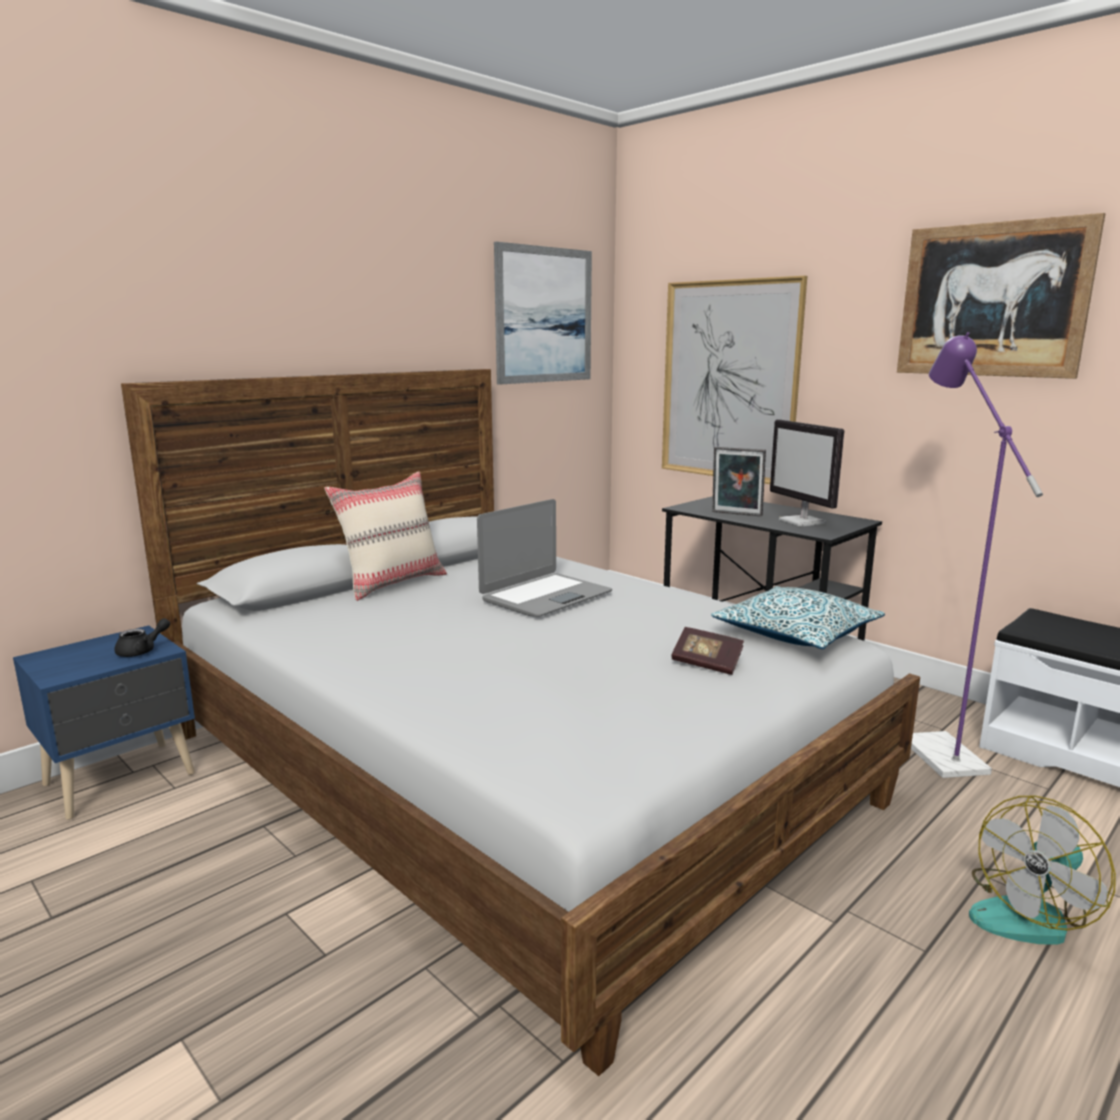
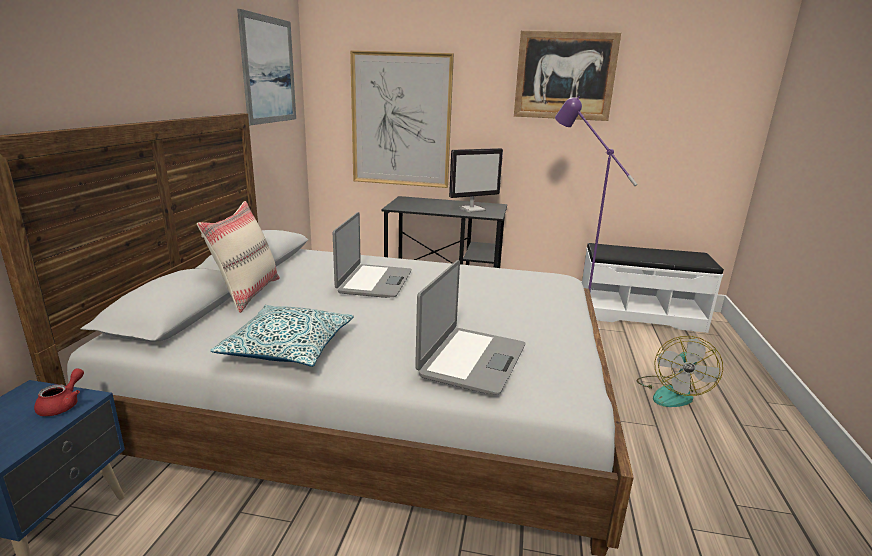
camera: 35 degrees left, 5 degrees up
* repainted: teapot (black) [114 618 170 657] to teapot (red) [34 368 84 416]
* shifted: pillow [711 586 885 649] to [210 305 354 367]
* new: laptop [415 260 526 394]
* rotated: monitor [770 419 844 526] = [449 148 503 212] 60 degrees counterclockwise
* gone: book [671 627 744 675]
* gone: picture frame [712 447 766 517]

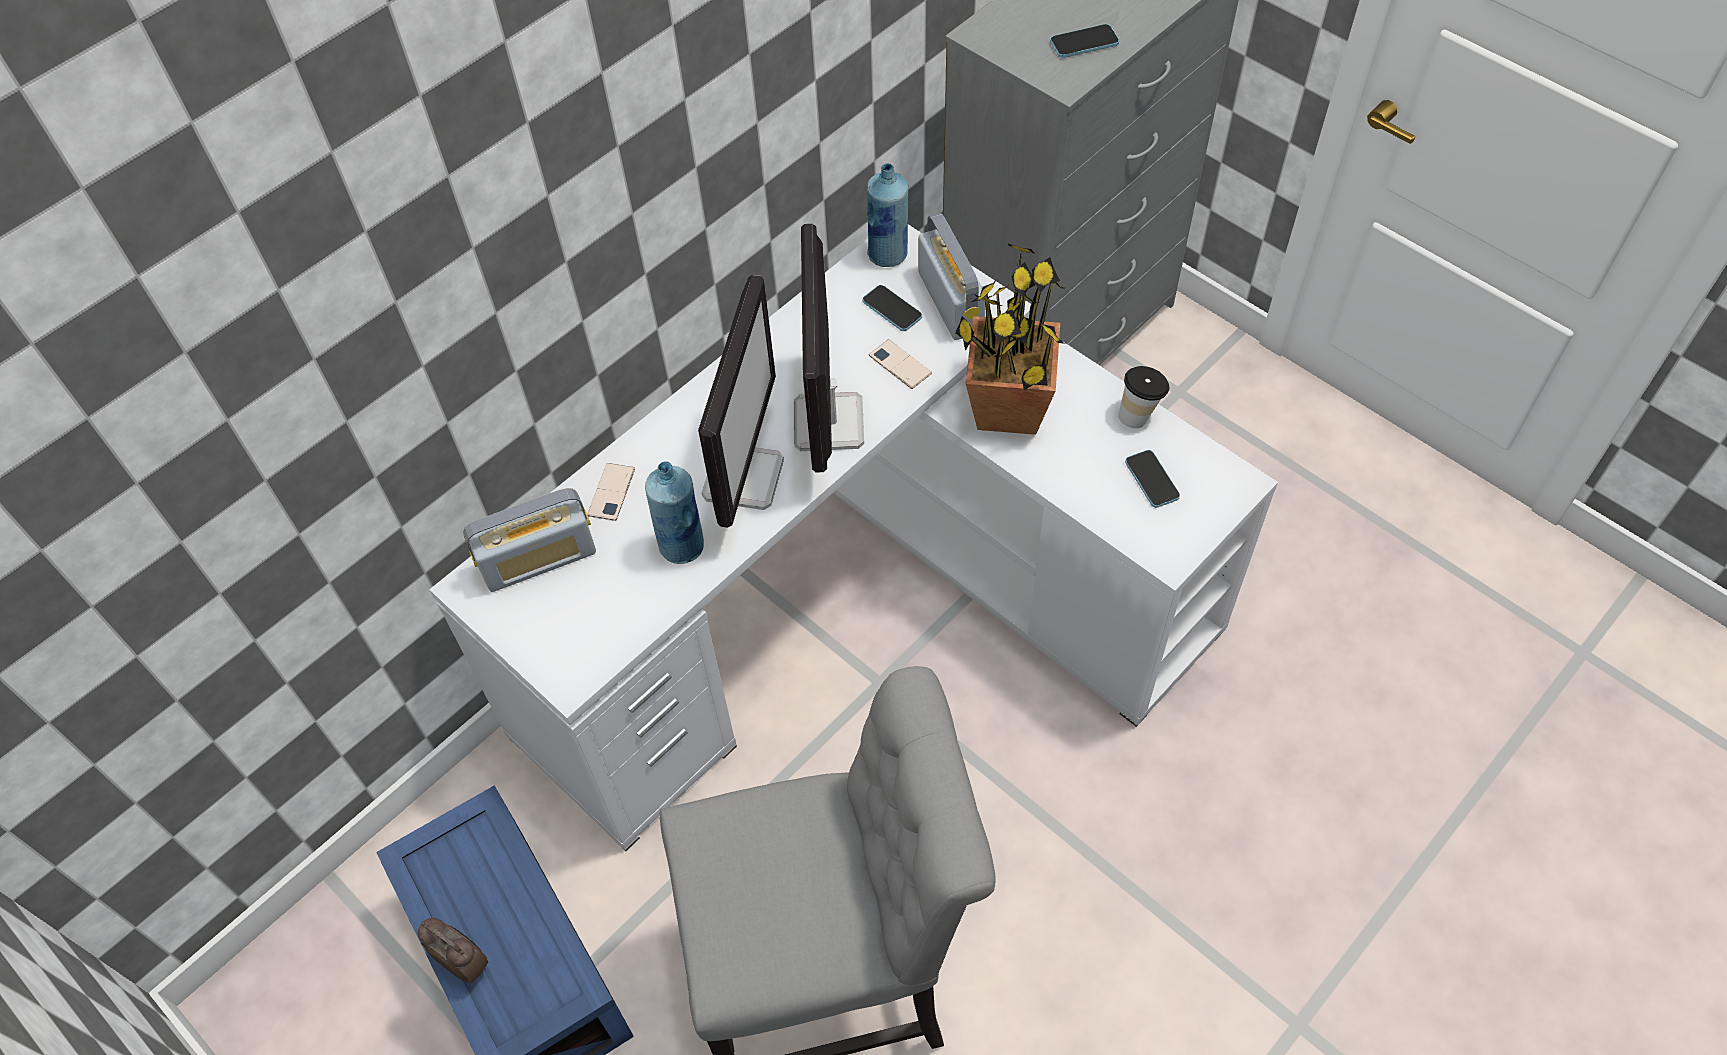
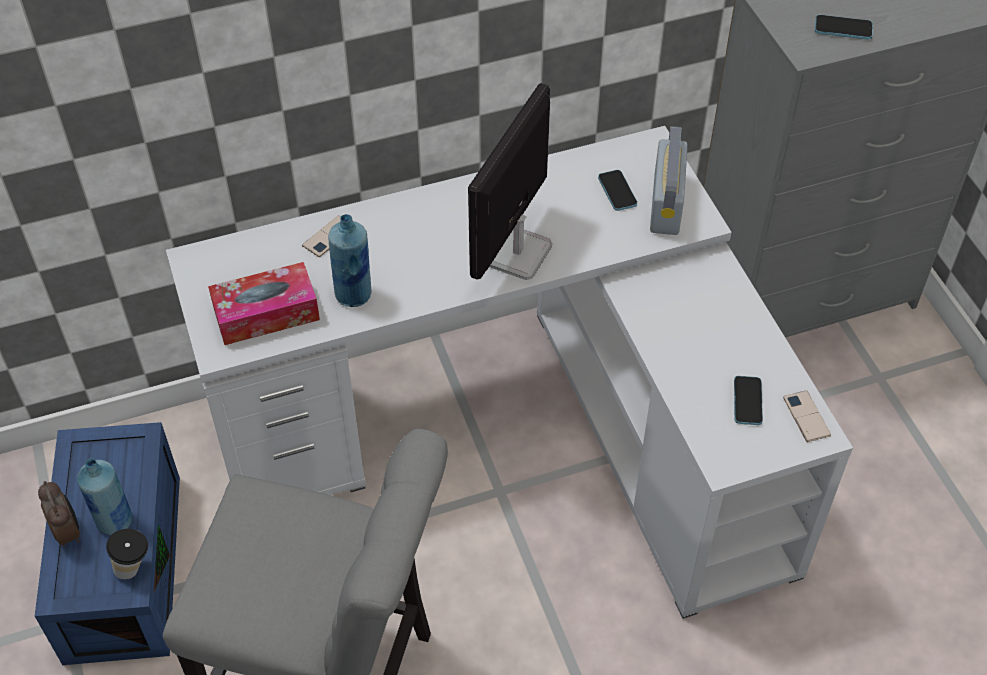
camera: 25 degrees right, 5 degrees down
* shifted: bottle (blue) [867 163 909 267] to [77 459 132 535]
* shifted: cup [1118 366 1169 428] to [106 529 148 579]
* new: tissue box [208 262 320 345]
* shifted: phone [869 339 932 389] to [783 390 831 442]
* gone: radio [463 488 596 592]
* gone: monitor [698 275 784 528]
* gone: potted plant [955 244 1066 435]

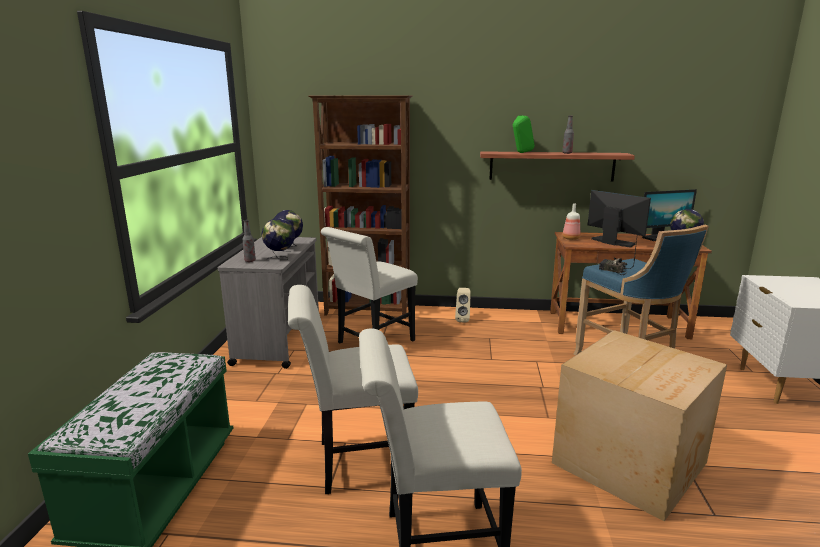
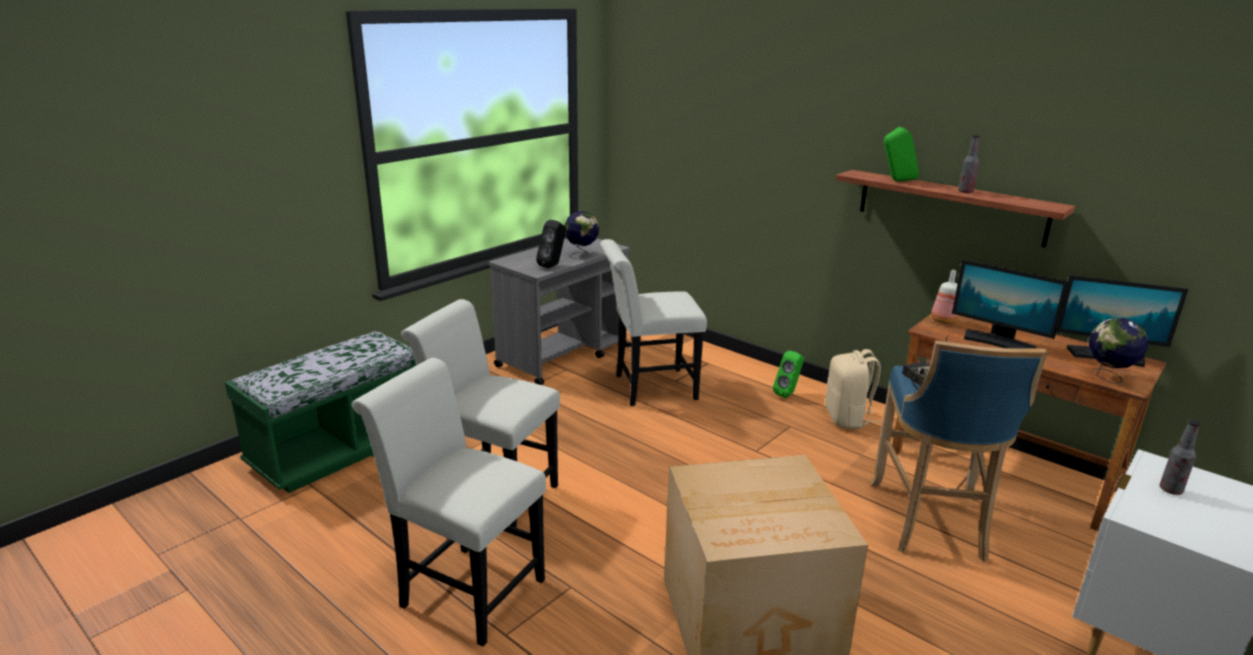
camera: 35 degrees right, 5 degrees up
* swapped: globe [262 219 295 260] to speaker (black) [536 220 566 268]
* repainted: speaker (beige) [455 288 471 323] to speaker (green) [773 351 804 398]
* new: backpack (beige) [825 349 881 429]
* rotated: monitor [588 190 651 248] = [952 260 1069 349] 135 degrees clockwise
* shifted: bottle [242 220 256 262] to [1160 420 1201 495]
* gone: bookcase (brown) [309 96 413 319]

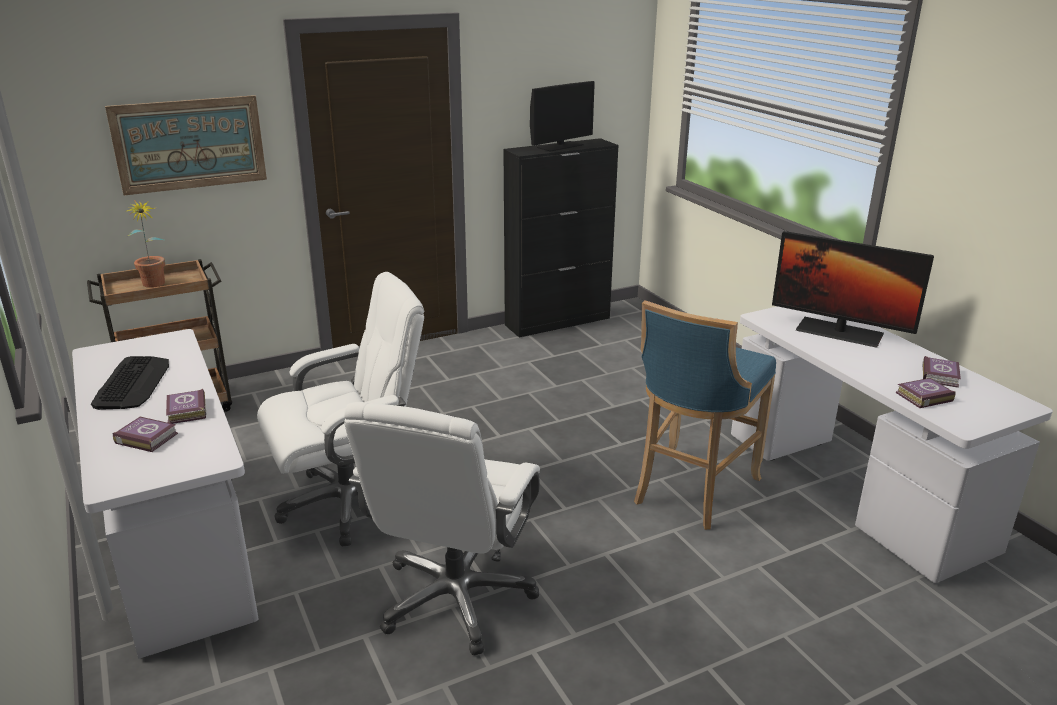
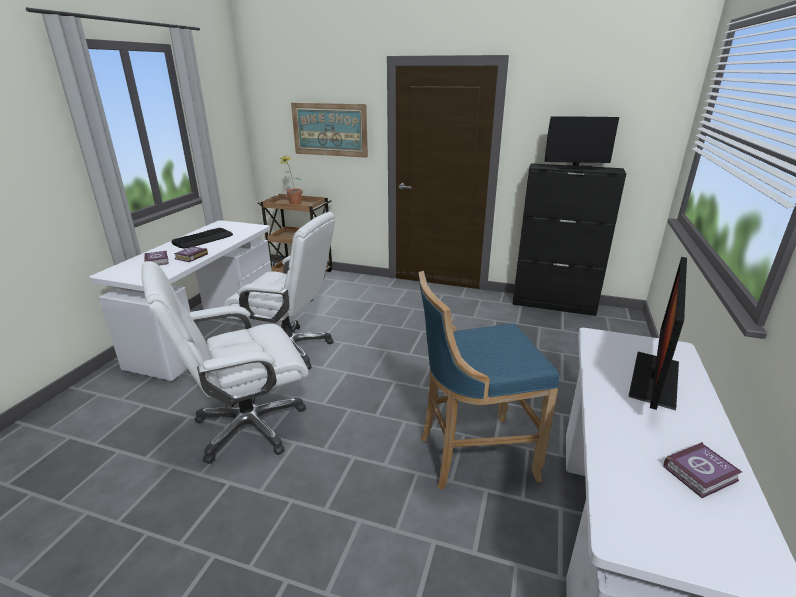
camera: 45 degrees right, 0 degrees up
* rotated: monitor [772 231 934 348] = [628 257 687 410] 45 degrees clockwise
* gone: book [896 378 956 408]

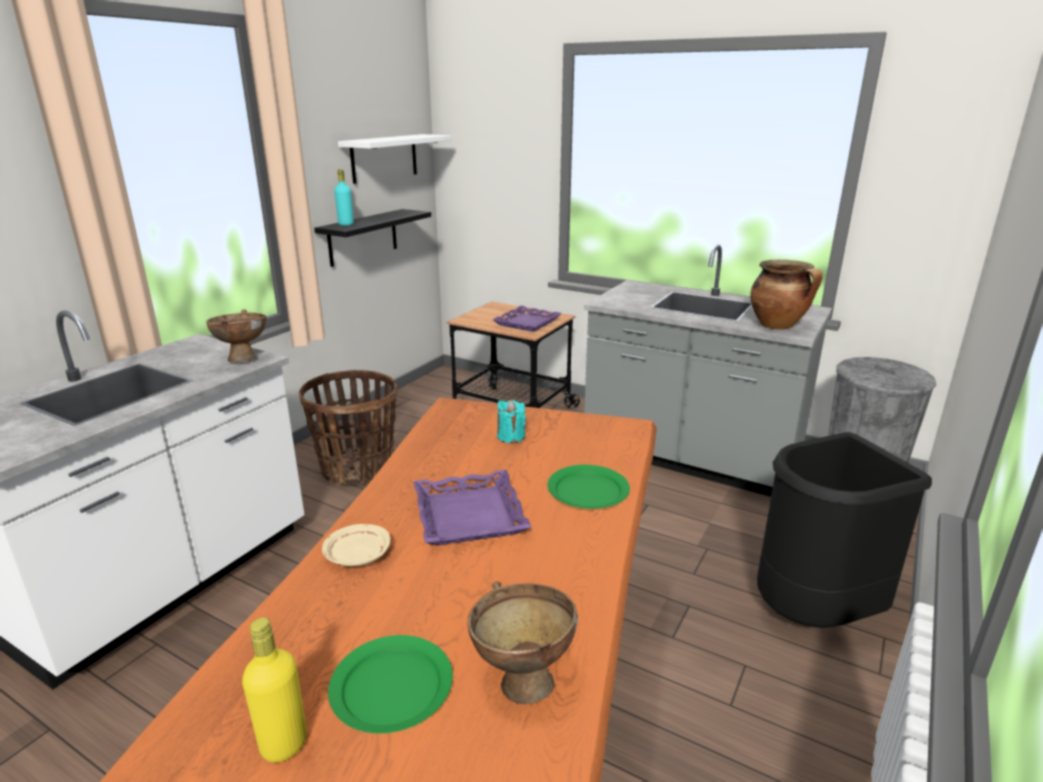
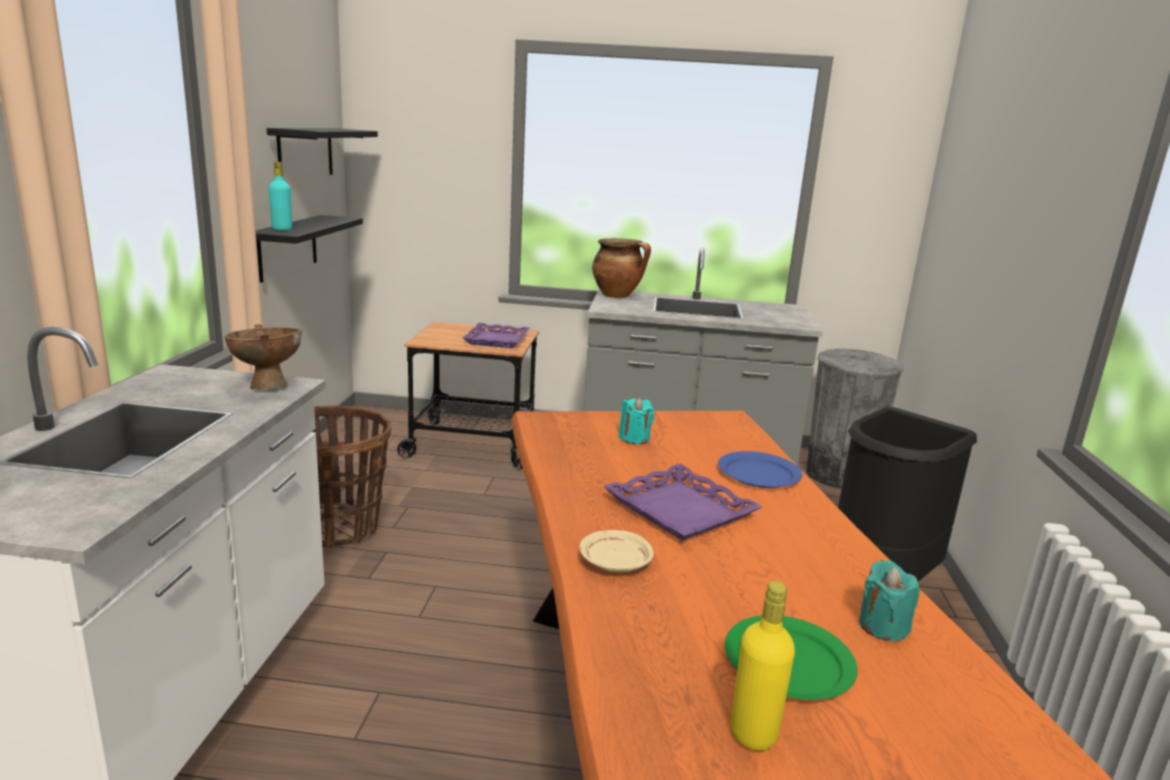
camera: 25 degrees left, 5 degrees down
* repainted: shelf (white) [338 134 452 184] to shelf (black) [267 128 378 175]
* shifted: cooking pot [750 260 822 330] to [592 238 651 298]
* repainted: plate (green) [547 465 630 509] to plate (blue) [718 451 803 488]
* swapped: bowl (brown) [468 581 578 705] to candle (turquoise) [859 560 920 641]

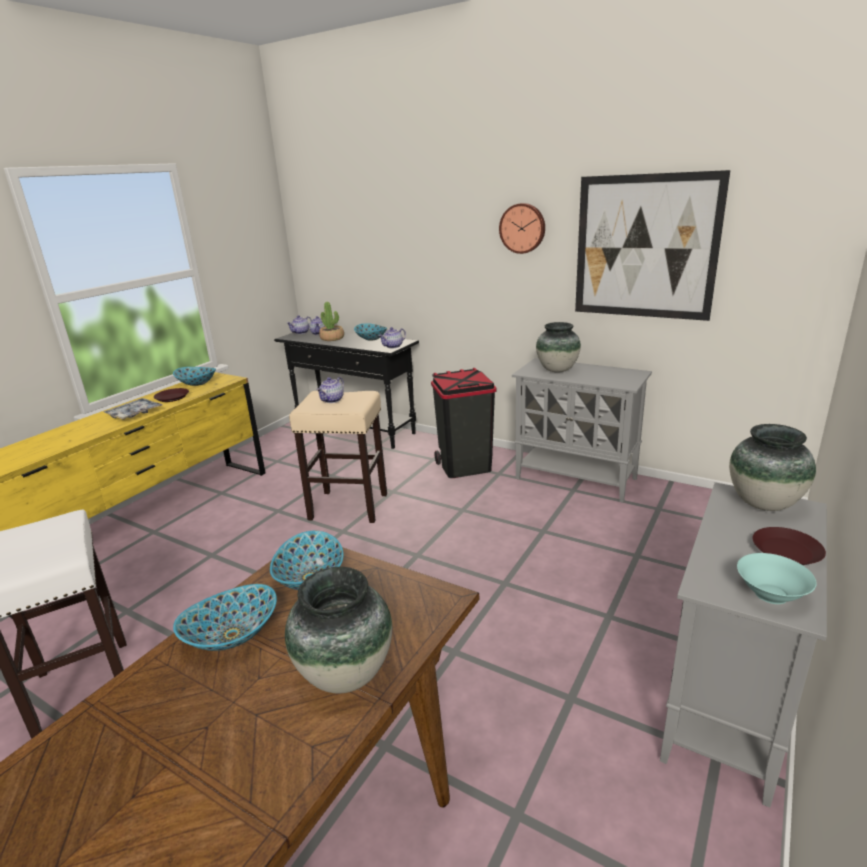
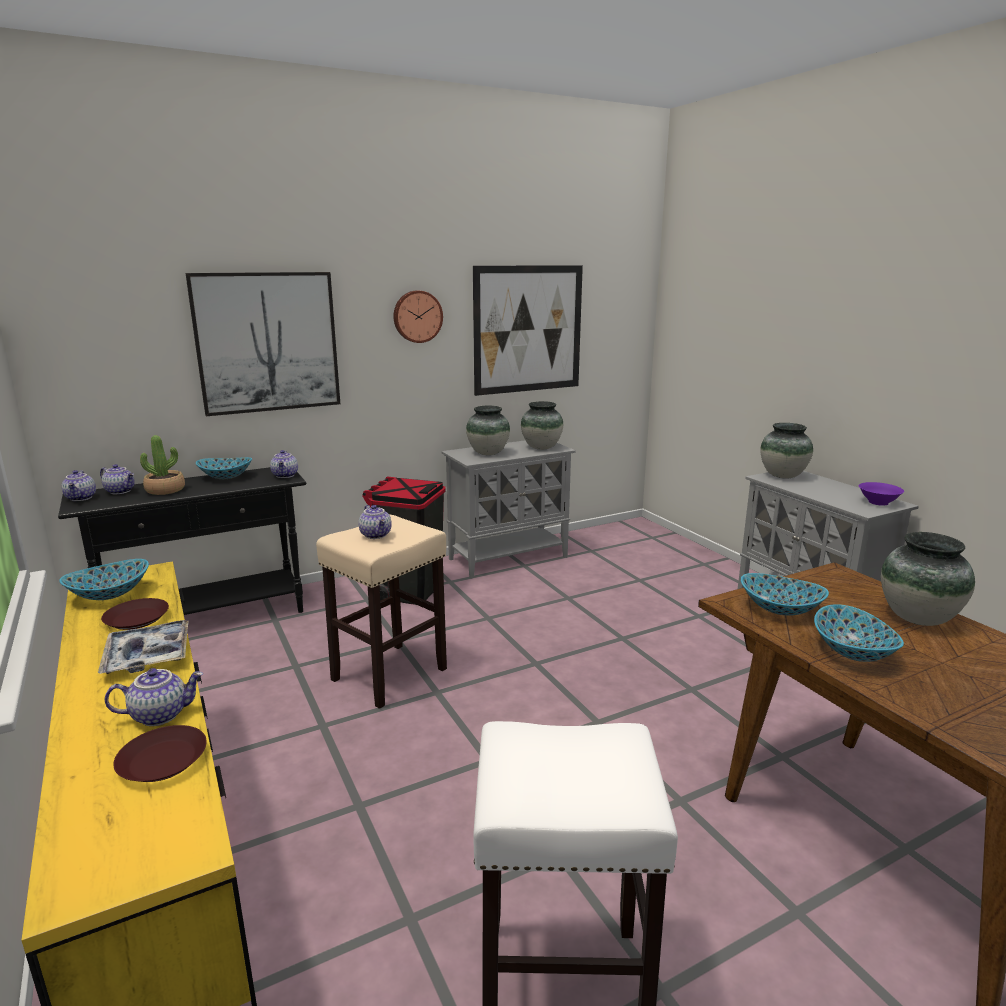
camera: 60 degrees left, 5 degrees down
* new: teapot [105 668 203 726]
* shifted: plate (brown) [753 527 826 565] to [113 725 207 782]
* new: picture [185 272 340 416]
* new: vase [521 401 563 450]
* repainted: bowl (turquoise) [737 553 817 604] to bowl (purple) [859 482 904 506]

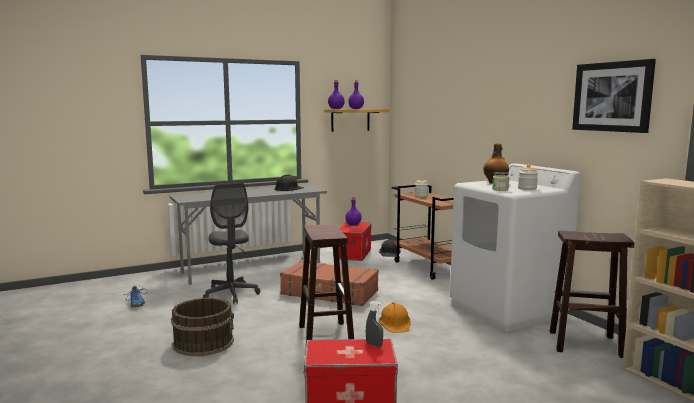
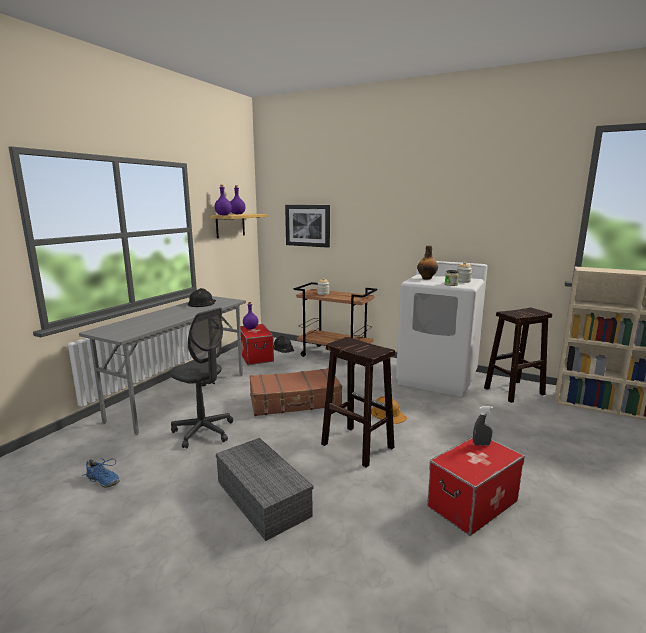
camera: 35 degrees left, 5 degrees up
* swapped: bucket (brown) [171 298 234 356] to storage box (grey) [216 438 313 541]
* shifted: picture [572 59 656 133] to [285 205 330 248]

